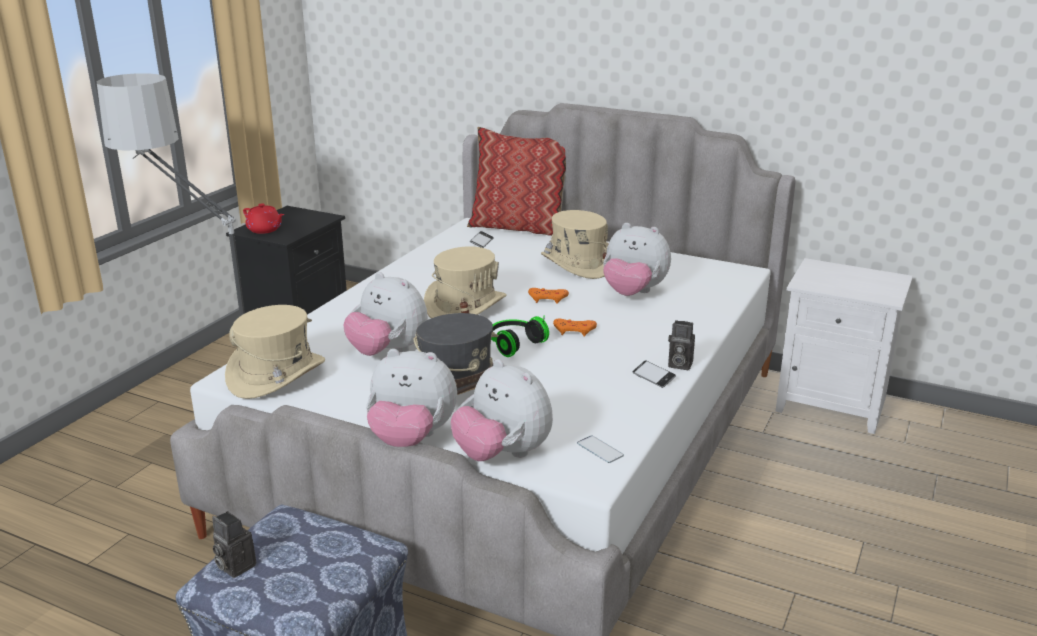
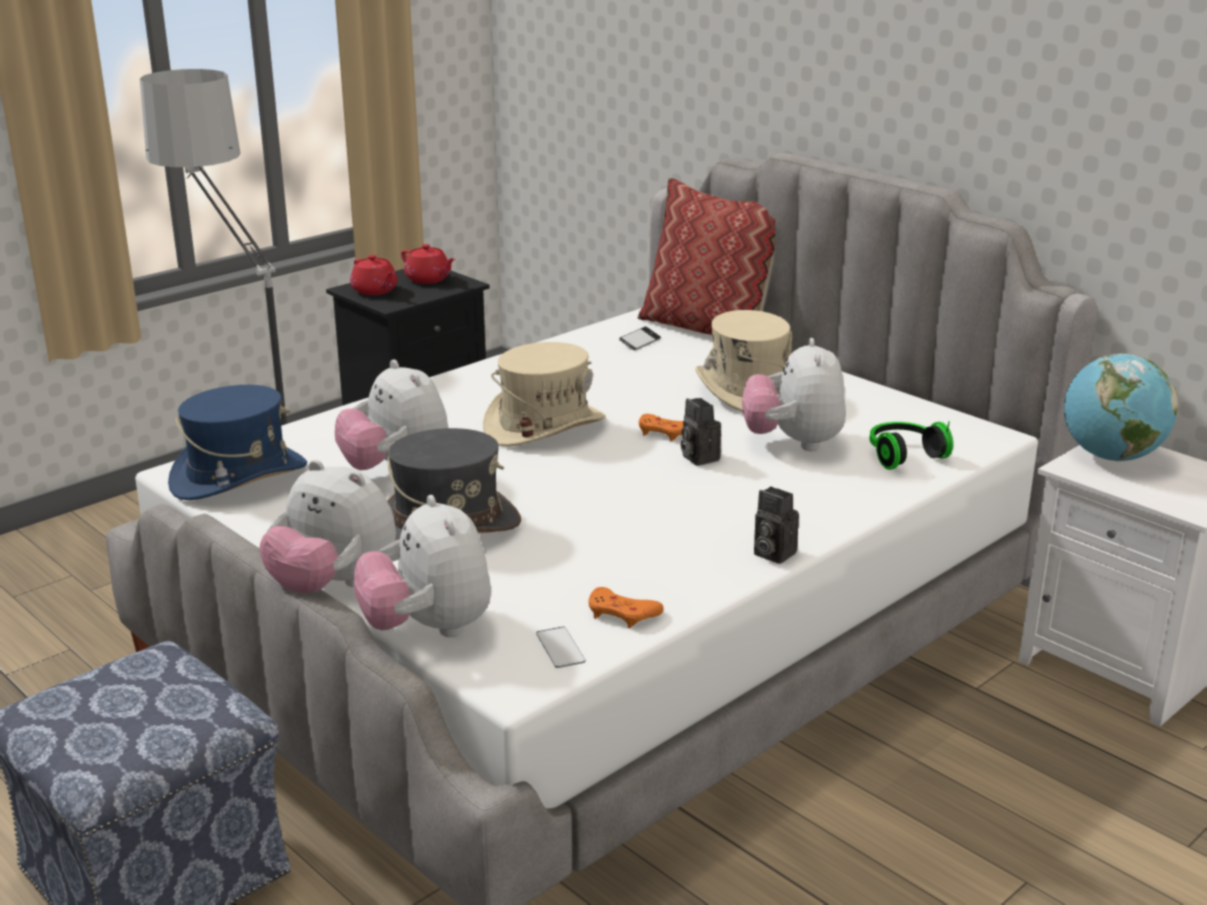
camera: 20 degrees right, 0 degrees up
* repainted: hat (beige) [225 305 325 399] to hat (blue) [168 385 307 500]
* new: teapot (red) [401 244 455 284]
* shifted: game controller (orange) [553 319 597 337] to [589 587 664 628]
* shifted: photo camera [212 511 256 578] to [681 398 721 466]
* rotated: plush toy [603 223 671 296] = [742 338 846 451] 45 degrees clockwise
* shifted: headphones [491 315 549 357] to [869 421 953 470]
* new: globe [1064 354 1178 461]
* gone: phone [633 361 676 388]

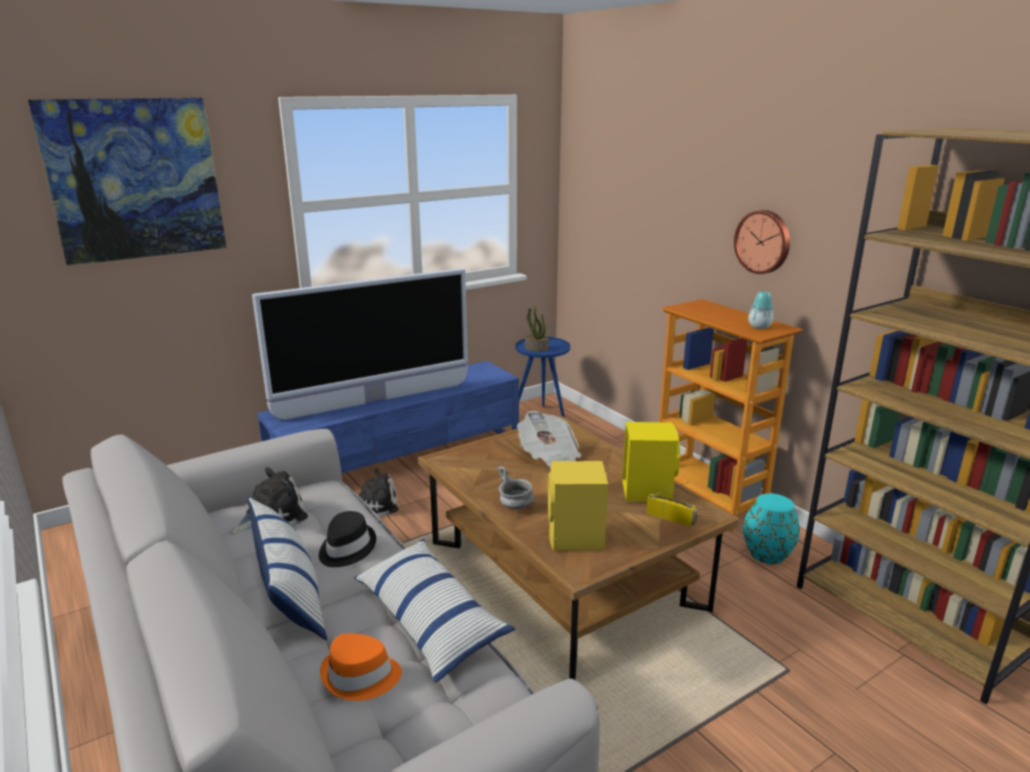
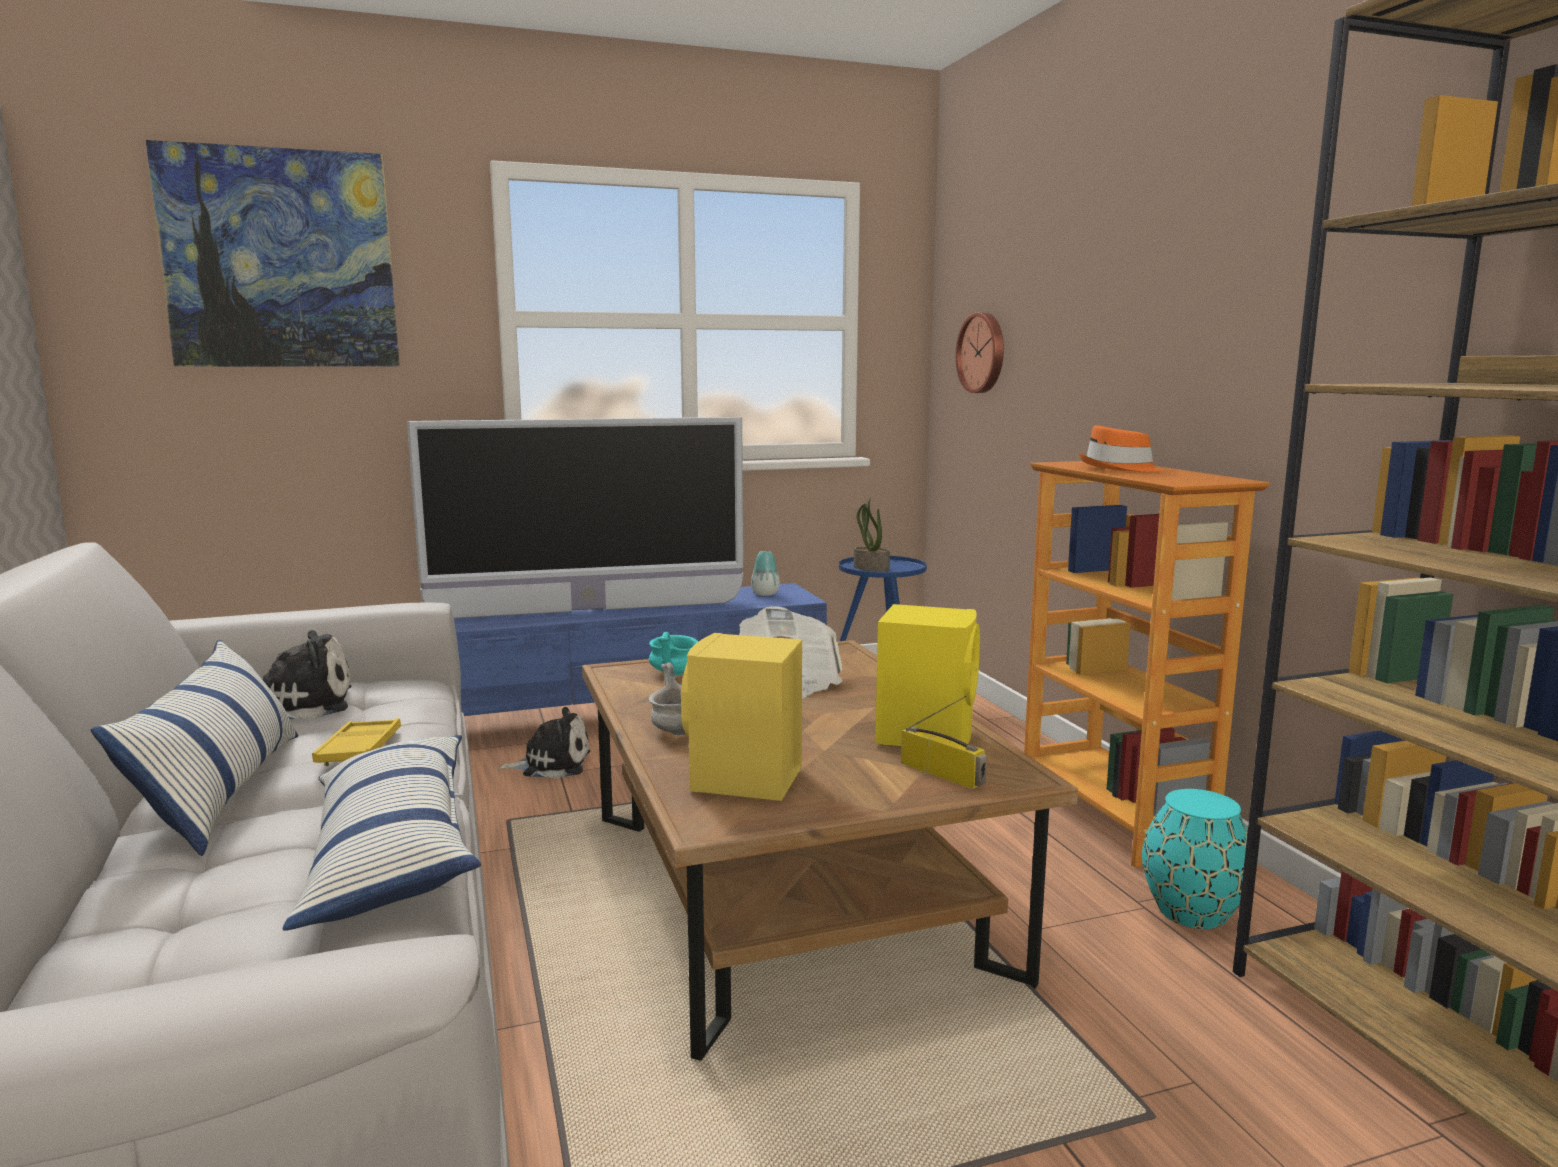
camera: 15 degrees right, 10 degrees down
* swapped: hat (black) [319 511 376 567] to tray (yellow) [312 718 401 766]
* new: bowl (turquoise) [649 632 699 676]
* shifted: vase [748 291 773 329] to [751 551 780 596]
* shifted: wall clock [734 210 790 274] to [956 313 1004 393]
* shifted: hat (orange) [320 633 402 701] to [1079 425 1163 472]

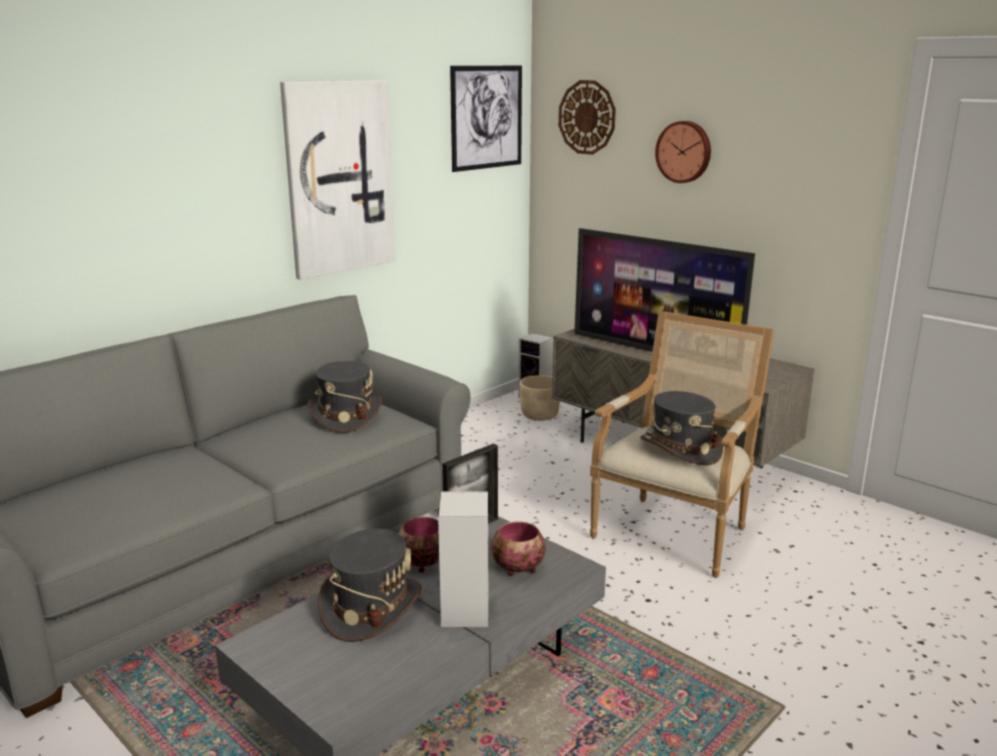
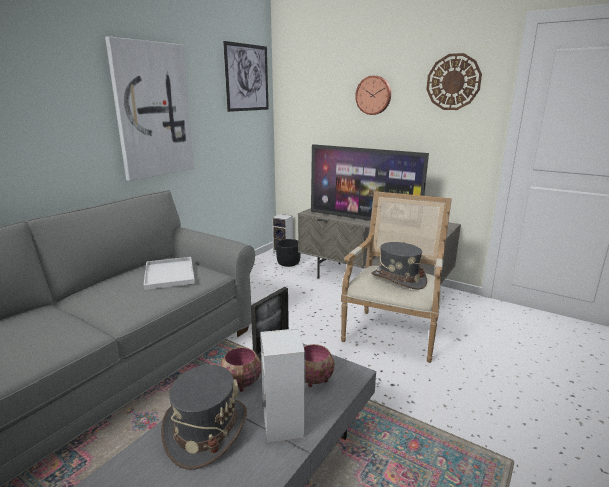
camera: 10 degrees left, 0 degrees up
* swapped: hat (grey) [308 361 382 433] to tray (white) [144 257 195 290]
* repainted: planter (beige) [520 375 560 421] to planter (black) [276 239 301 267]
* shifted: wall clock [559 80 616 155] to [426 53 482 110]

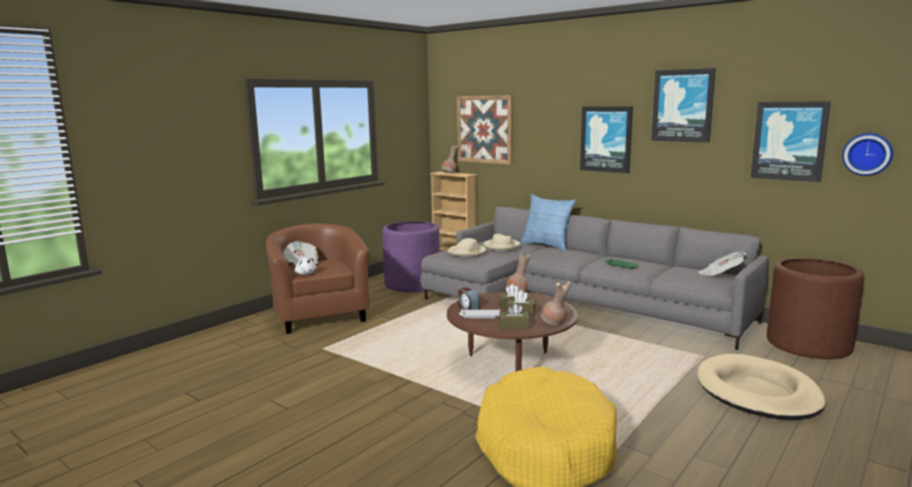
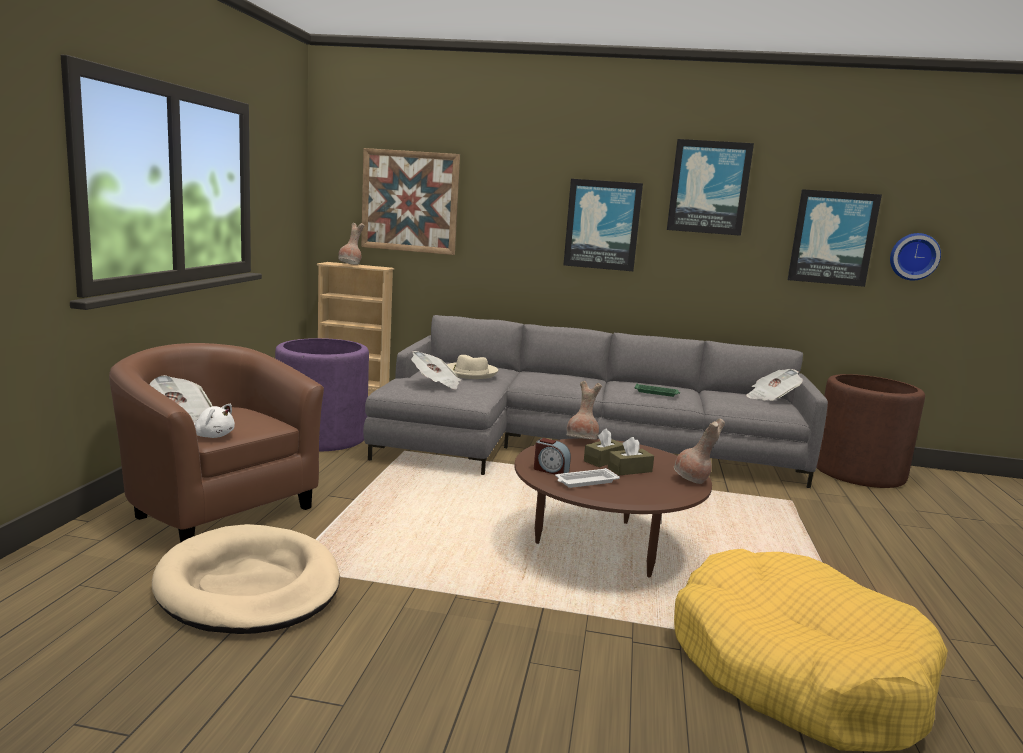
camera: 30 degrees left, 0 degrees up
* shifted: dog bed (beige) [697 354 826 420] to [152 524 340 634]
* swapped: hat (beige) [448 238 487 257] to newspaper [412 351 461 390]
* gone: tissue box (brown) [499 304 530 329]
* gone: pillow [520 194 576 250]

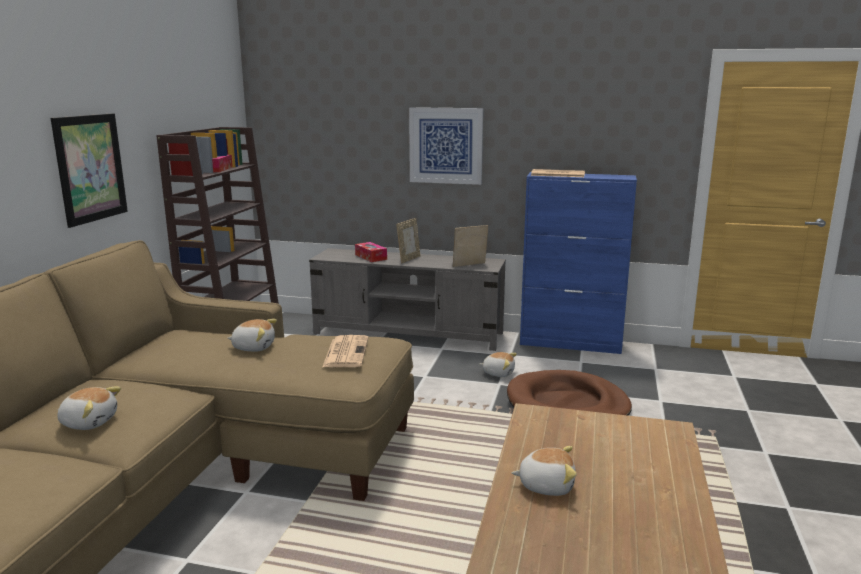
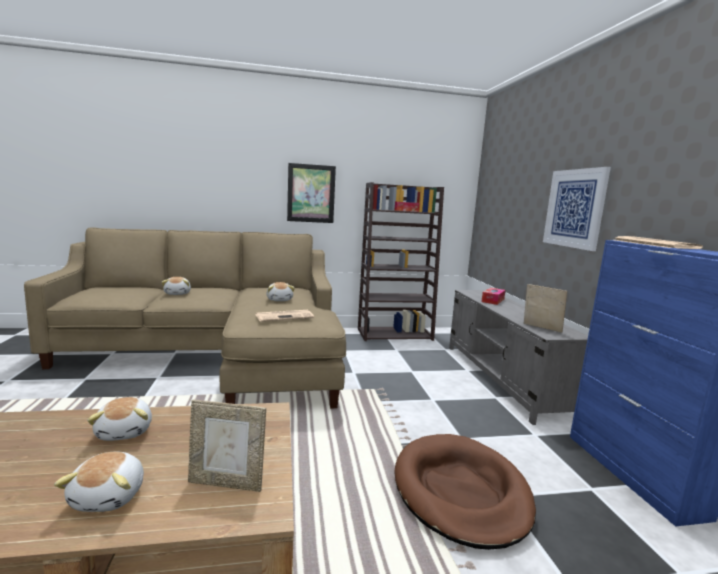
camera: 65 degrees right, 5 degrees down
* shifted: plush toy [480 352 517 377] to [54 452 144 512]
* shifted: picture frame [396 218 420 263] to [188 400 266 492]

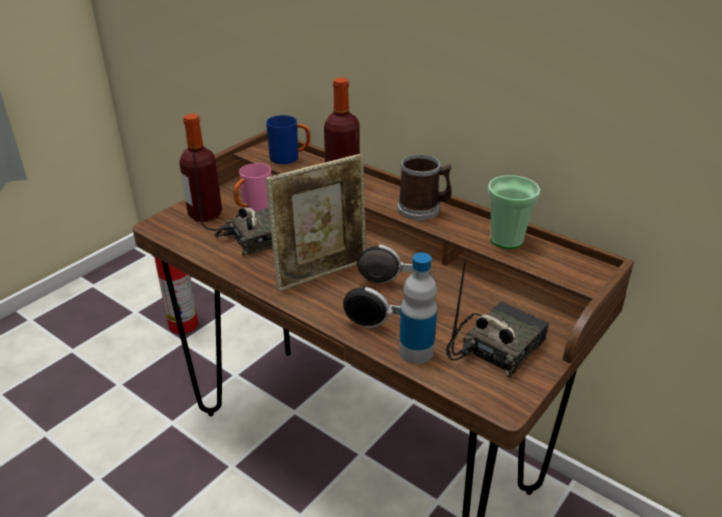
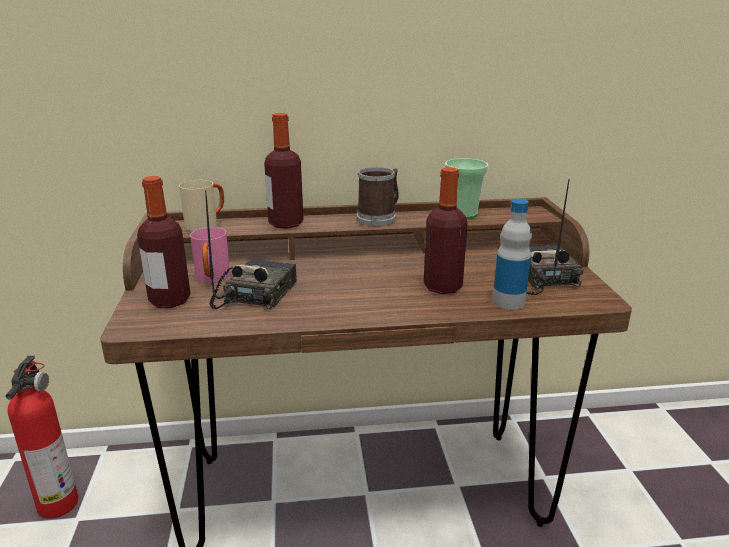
camera: 45 degrees left, 10 degrees down
* repainted: mug (blue) [266 115 311 164] to mug (beige) [179 180 224 231]
* swapped: headphones [343 245 436 328] to bottle [424 167 468 294]
* gone: picture frame [266 154 366 292]

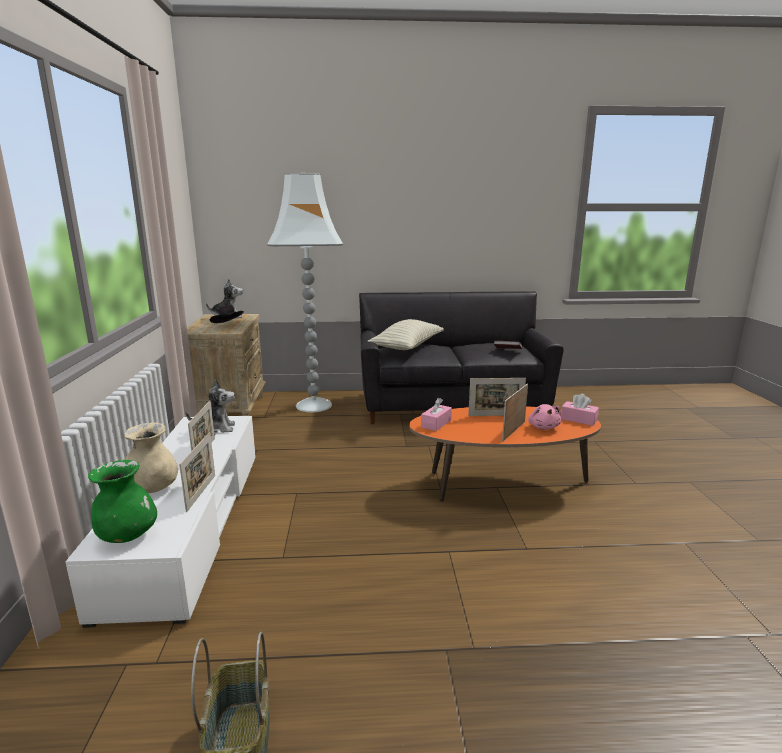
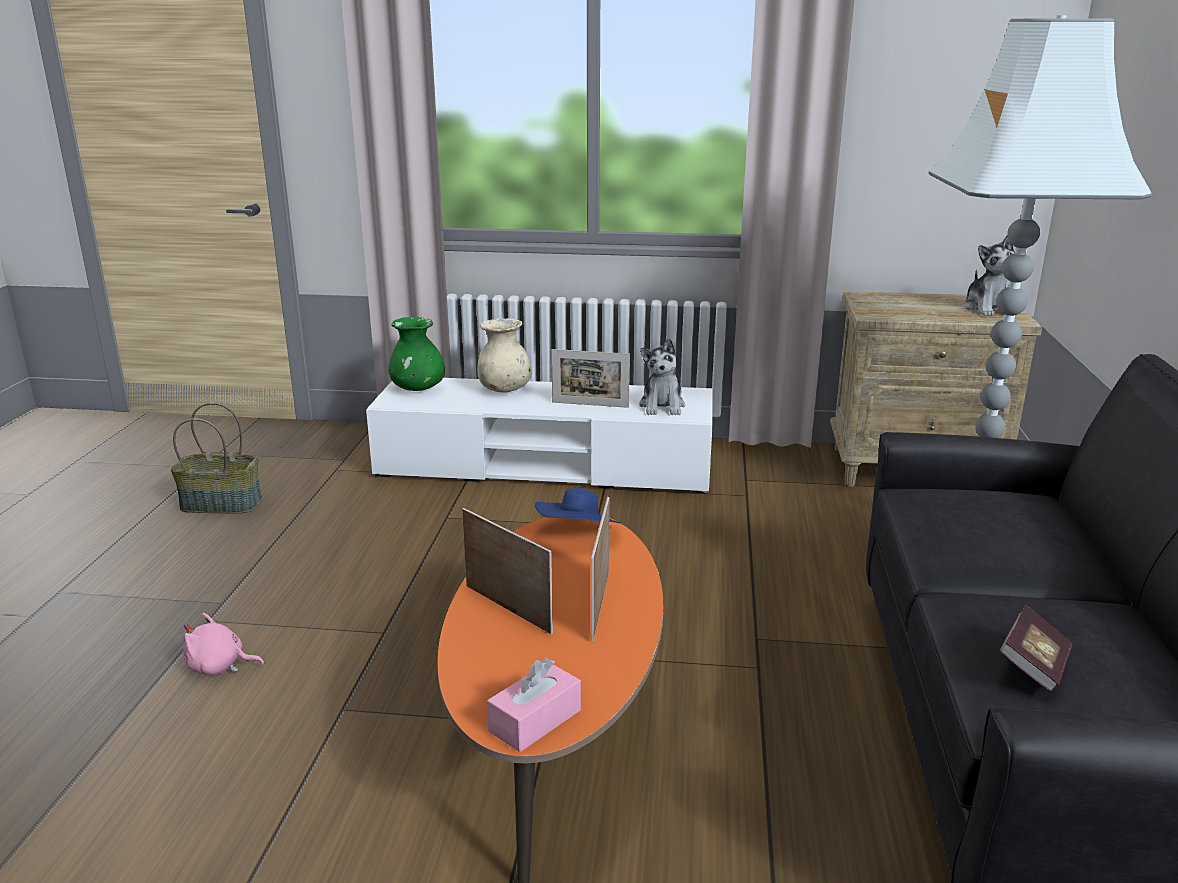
camera: 100 degrees right, 5 degrees up
* shifted: plush toy (pink) [528 404 561 430] to [183 613 264 675]
* swapped: tissue box (pink) [421 398 452 431] to hat (blue) [535 488 621 524]
* gone: picture frame [179 433 215 512]
* gone: hat (black) [210 305 244 323]
* gone: pillow [367 319 444 350]

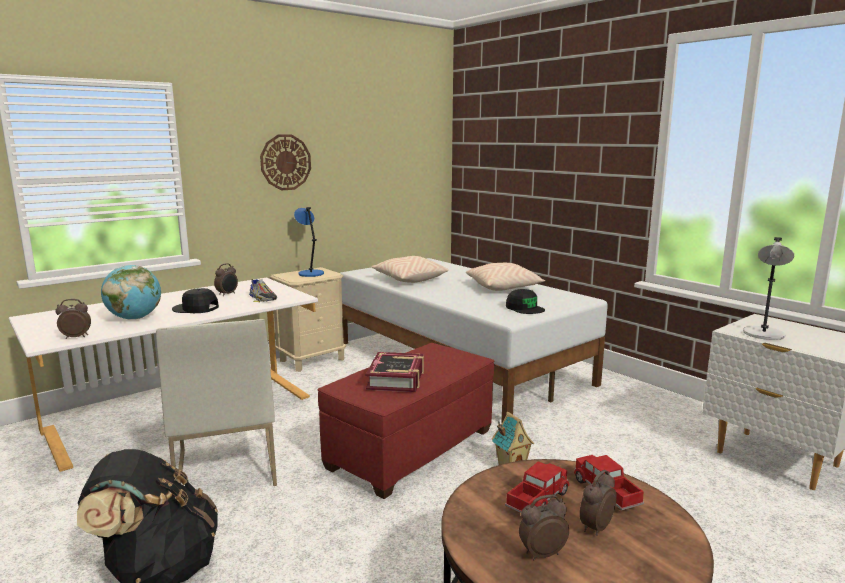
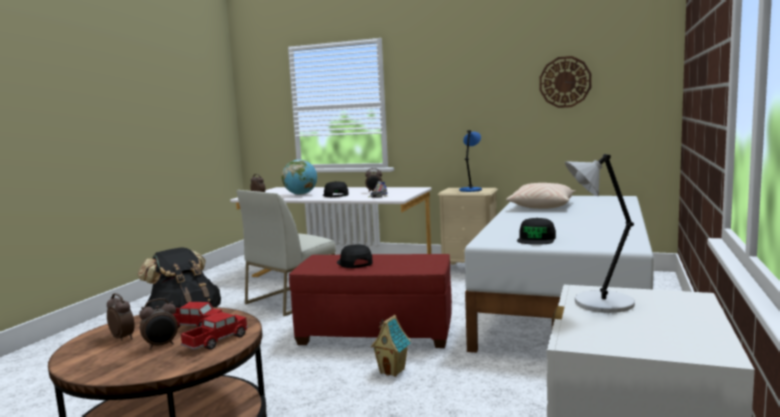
camera: 60 degrees right, 5 degrees down
* rotated: alarm clock [580 470 617 536] = [139 298 178 350] 135 degrees clockwise
* swapped: book [366 352 424 392] to cap (black) [337 244 373 268]
* shifted: wall clock [260 134 311 190] to [539 56 592 108]
* gone: pillow (beige) [466 263 545 291]

